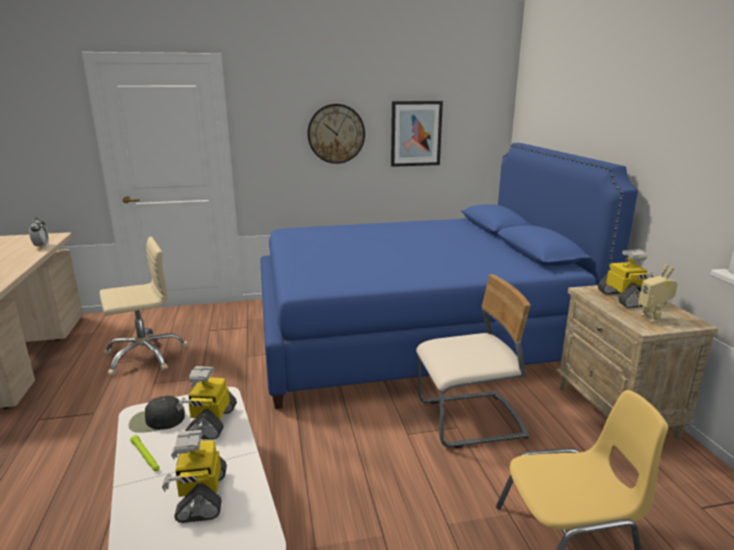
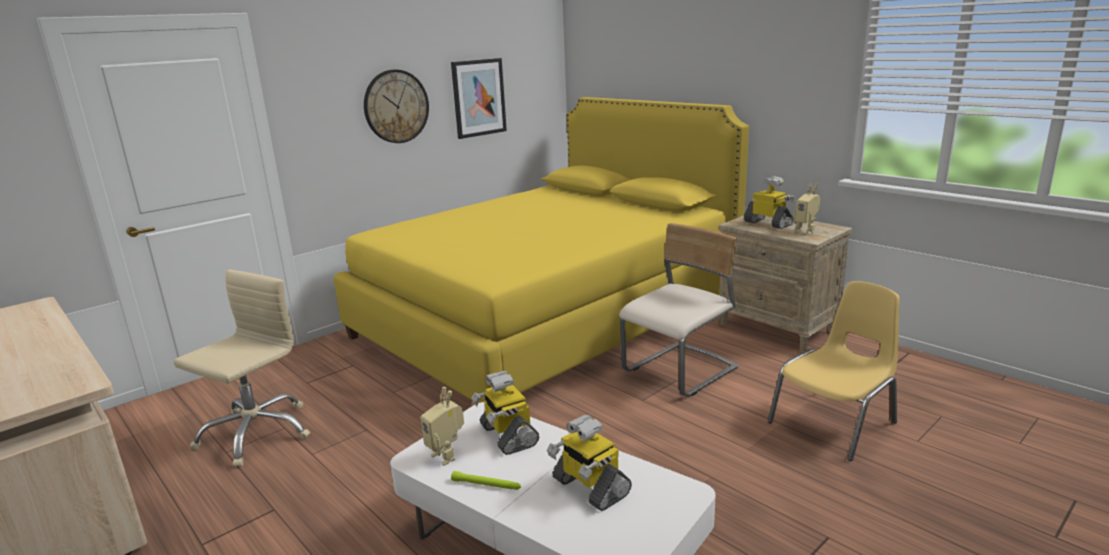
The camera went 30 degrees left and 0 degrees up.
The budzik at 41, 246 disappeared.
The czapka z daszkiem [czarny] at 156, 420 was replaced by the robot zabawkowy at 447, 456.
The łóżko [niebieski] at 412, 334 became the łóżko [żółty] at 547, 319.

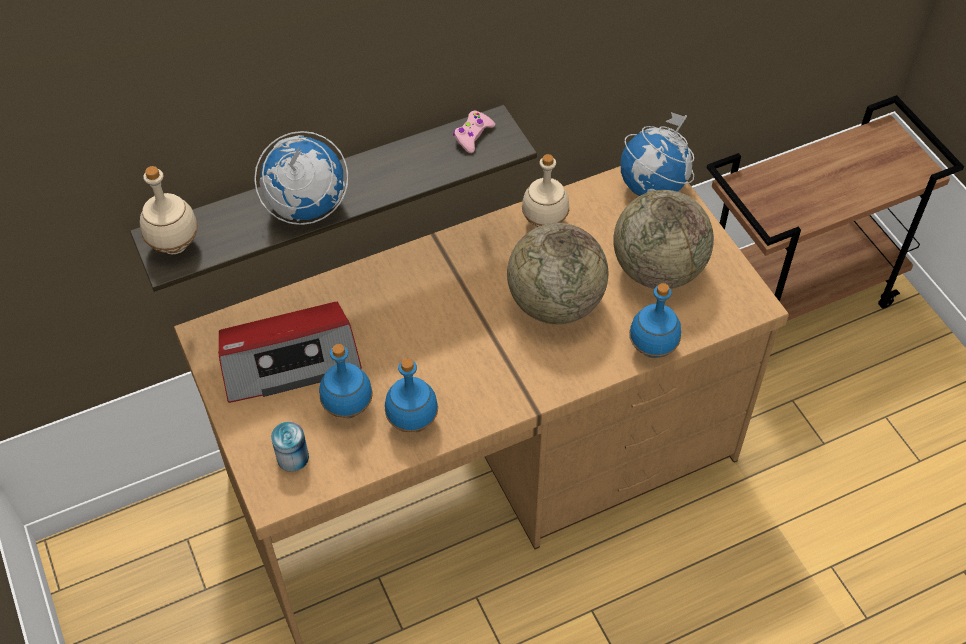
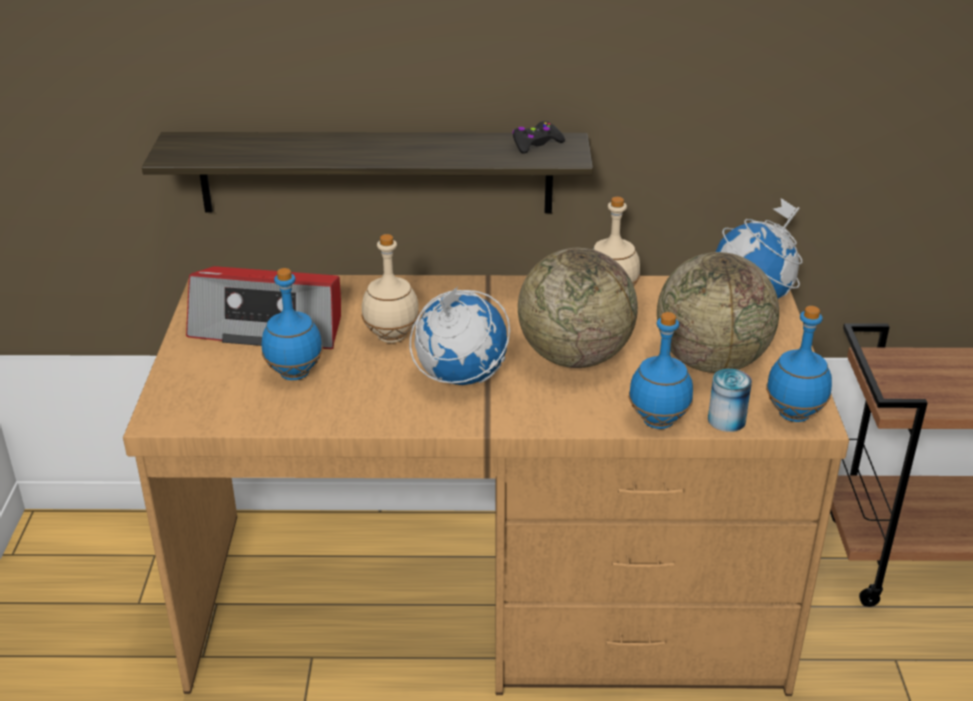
The camera went 25 degrees right and 20 degrees down.
The butelka [beżowy] moved from 175, 244 to 392, 336.
The globus moved from 306, 207 to 460, 378.
The puszka moved from 292, 457 to 726, 420.
The butelka [niebieski] moved from 413, 421 to 794, 414.
The pad do gier [różowy] at 472, 135 became the pad do gier [czarny] at 536, 144.

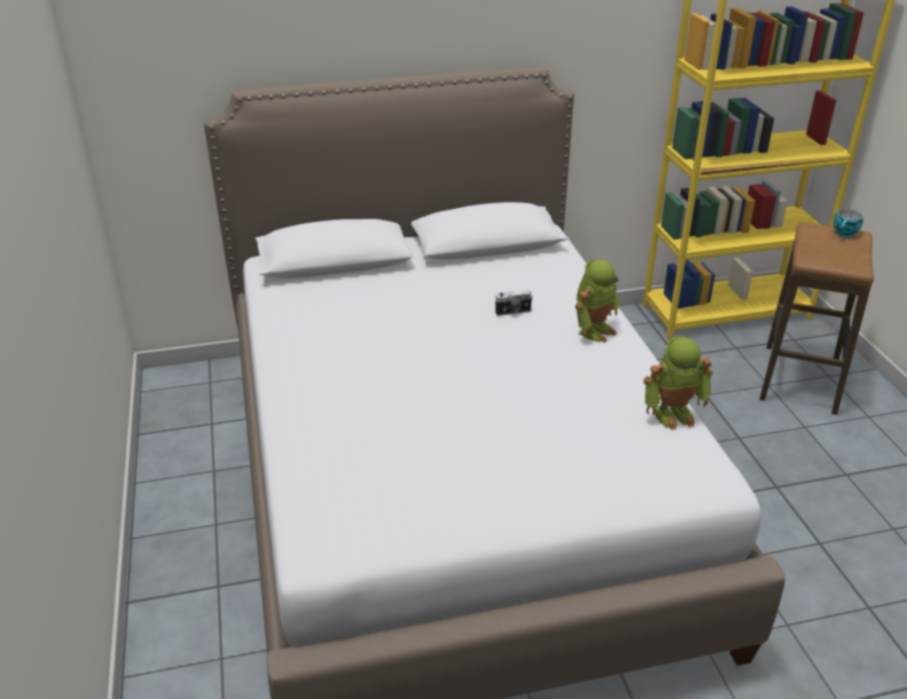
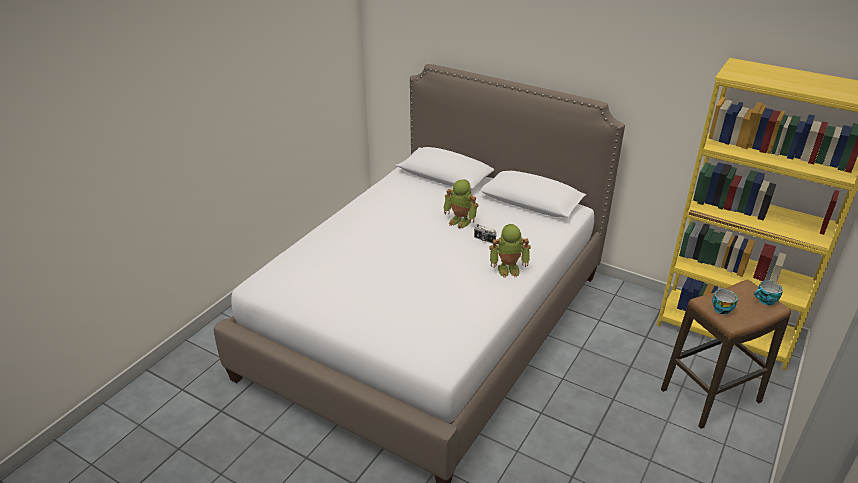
The camera went 45 degrees right and 0 degrees up.
The filiżanka at 721, 308 appeared.
The robot zabawkowy moved from 673, 413 to 460, 221.

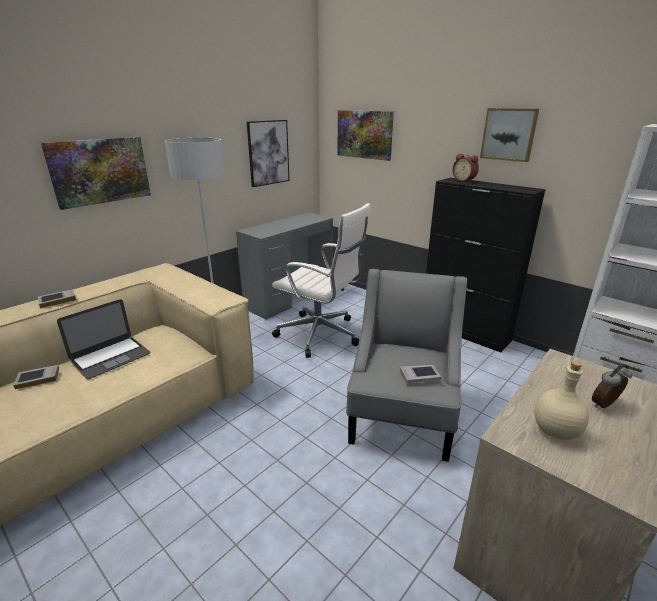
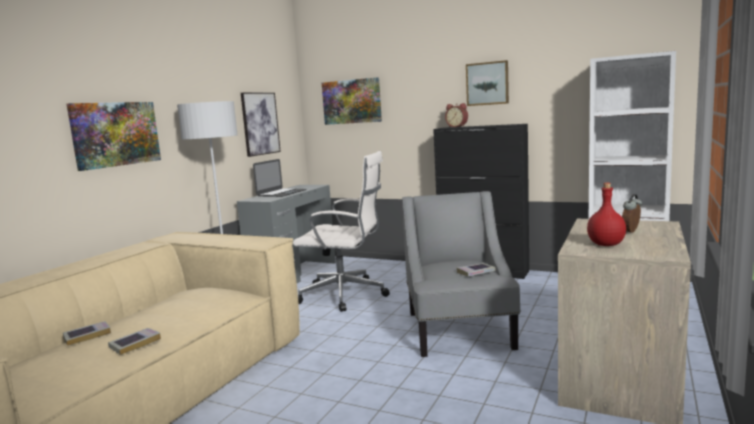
The camera went 15 degrees left and 15 degrees down.
The książka moved from 58, 300 to 135, 344.
The laptop moved from 110, 357 to 281, 193.
The butelka [beżowy] at 555, 430 became the butelka [czerwony] at 606, 244.

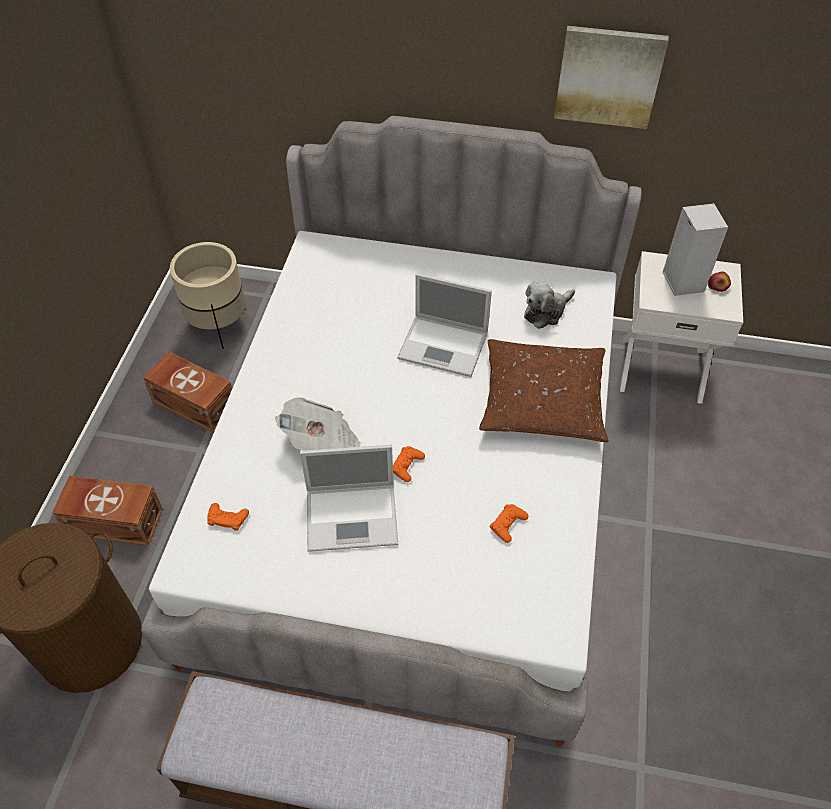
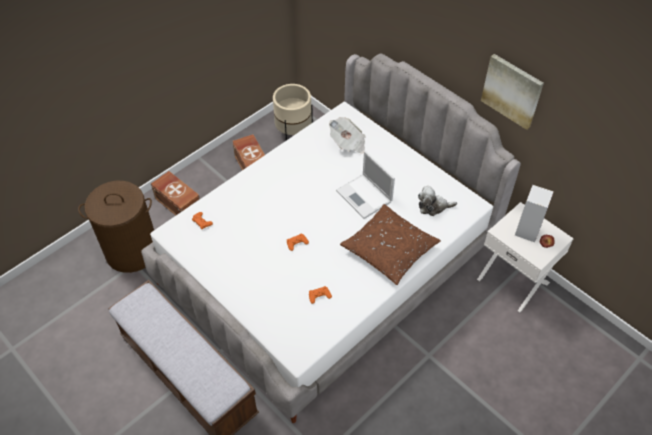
The camera went 35 degrees right and 0 degrees up.
The laptop at 353, 516 disappeared.
The gazeta moved from 321, 441 to 348, 143.

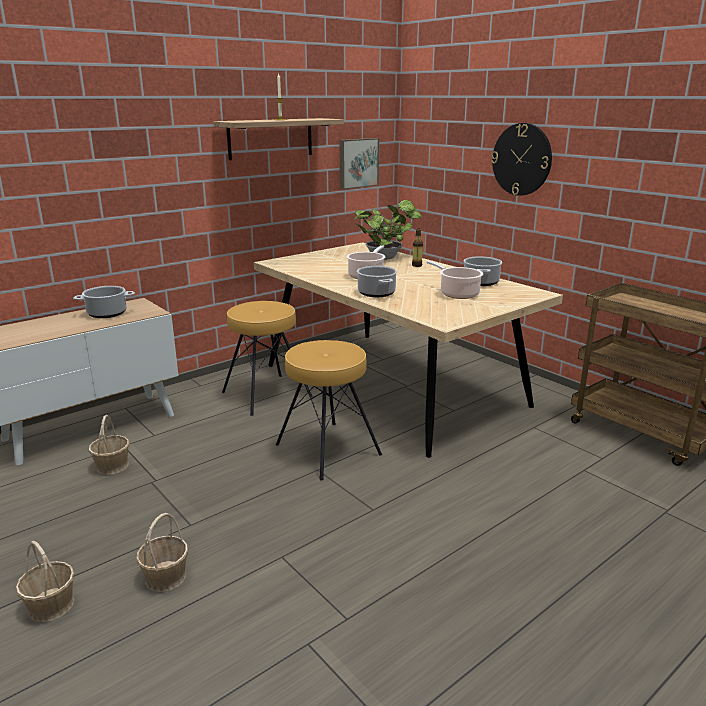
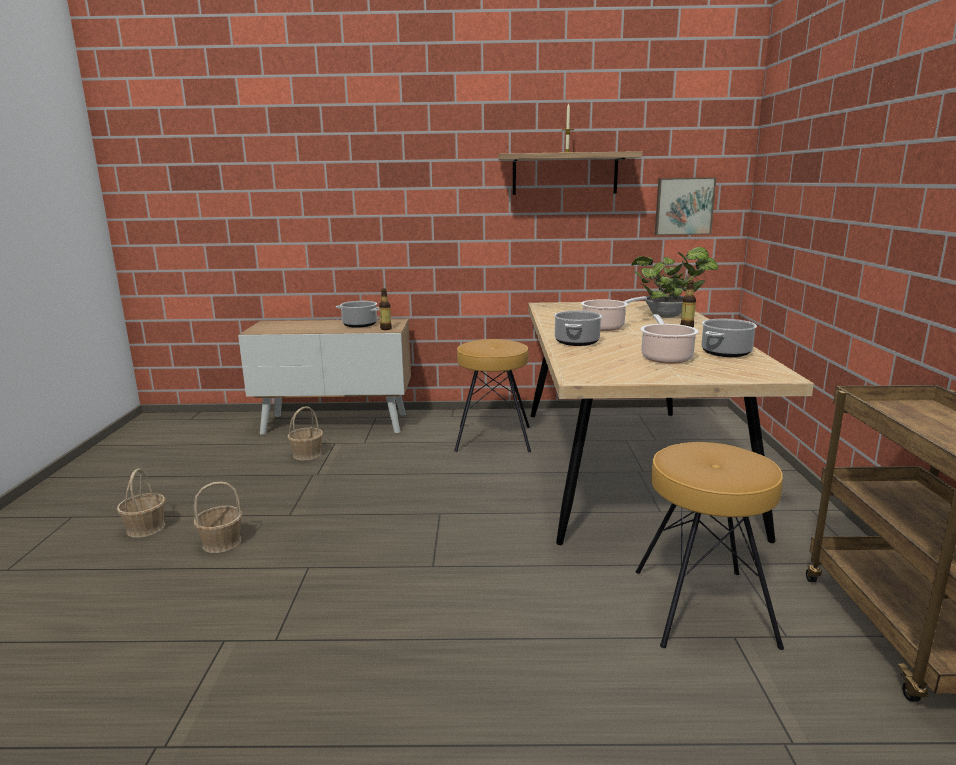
The camera went 40 degrees right and 5 degrees down.
The zegar ścienny at 521, 159 disappeared.
The butelka at 386, 329 appeared.
The stołek [brązowy] moved from 327, 450 to 701, 607.

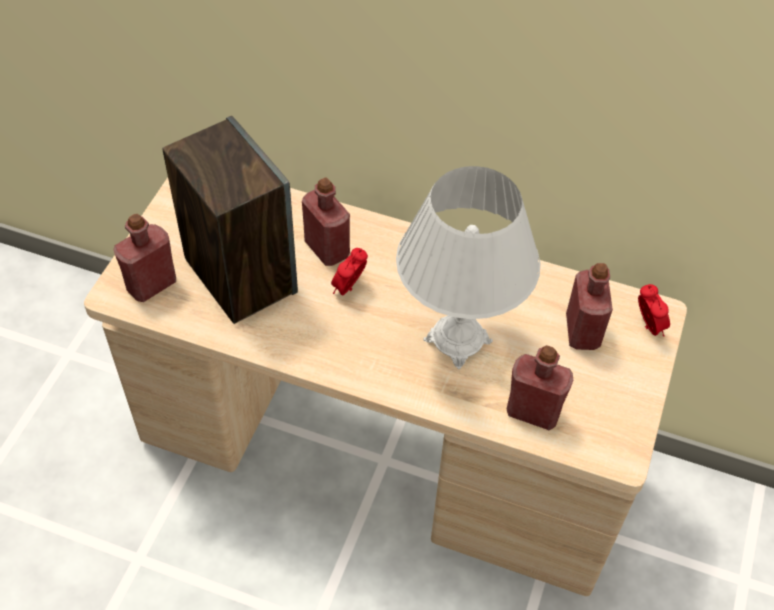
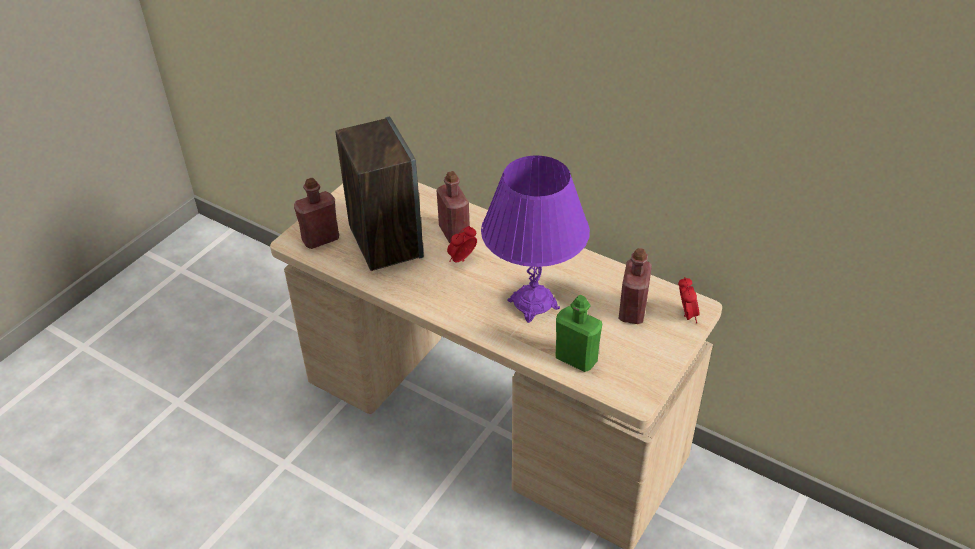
The camera went 15 degrees right and 10 degrees down.
The lampa stołowa [biały] at 457, 340 became the lampa stołowa [fioletowy] at 533, 304.
The butelka [czerwony] at 533, 412 became the butelka [zielony] at 576, 359.

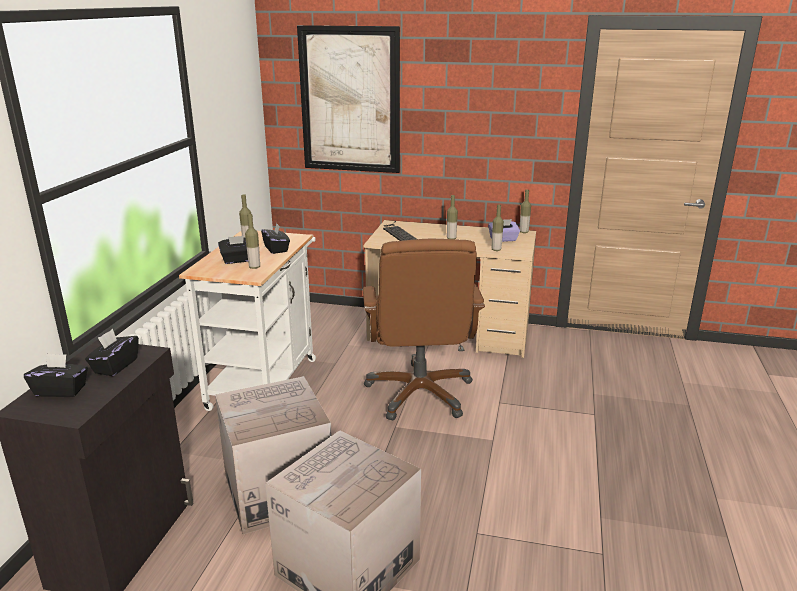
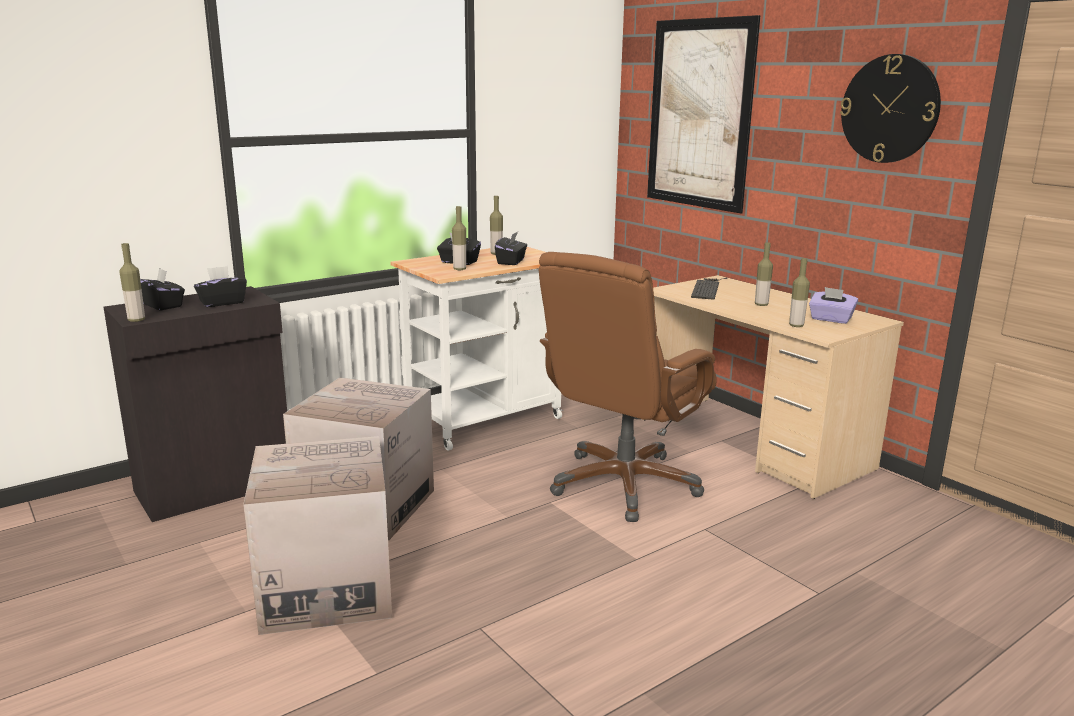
The camera went 40 degrees right and 5 degrees down.
The zegar ścienny at 889, 109 appeared.
The butelka moved from 523, 232 to 136, 320.

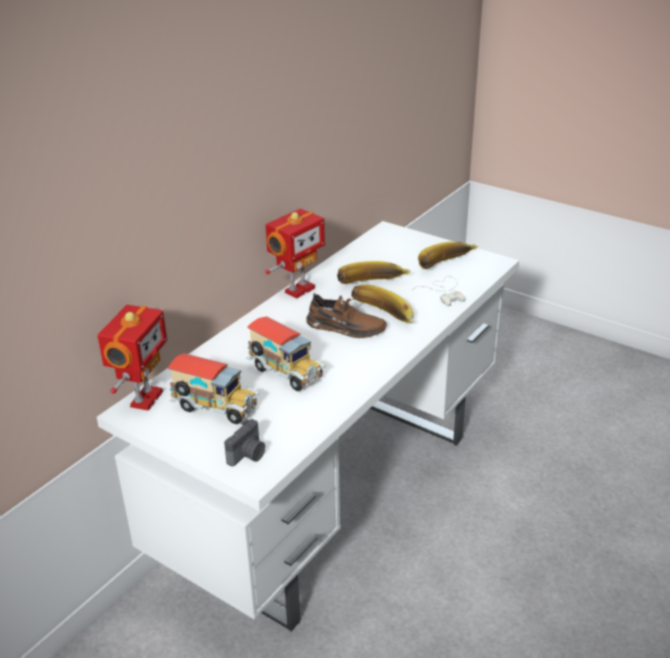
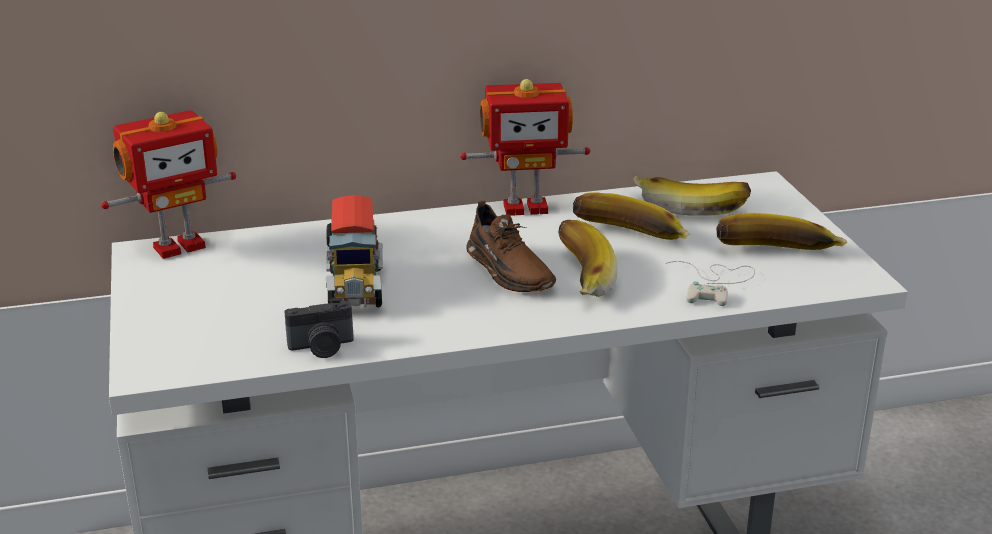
The camera went 40 degrees right and 5 degrees down.
The ciężarówka zabawkowa at 215, 409 disappeared.
The banan at 691, 205 appeared.
The aparat fotograficzny moved from 248, 455 to 322, 348.

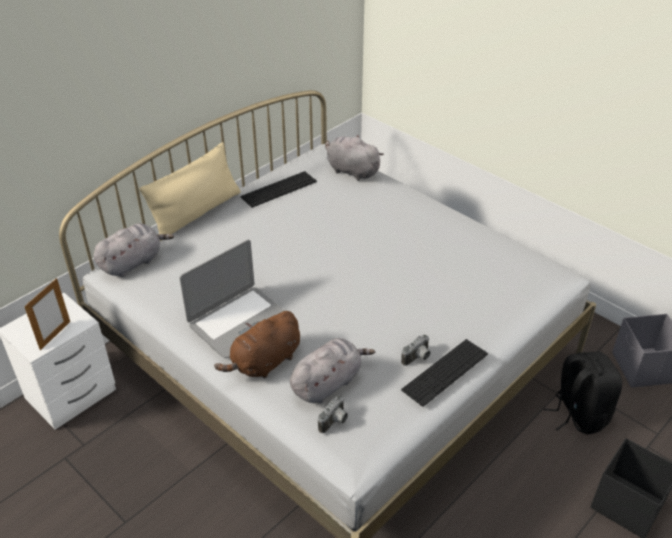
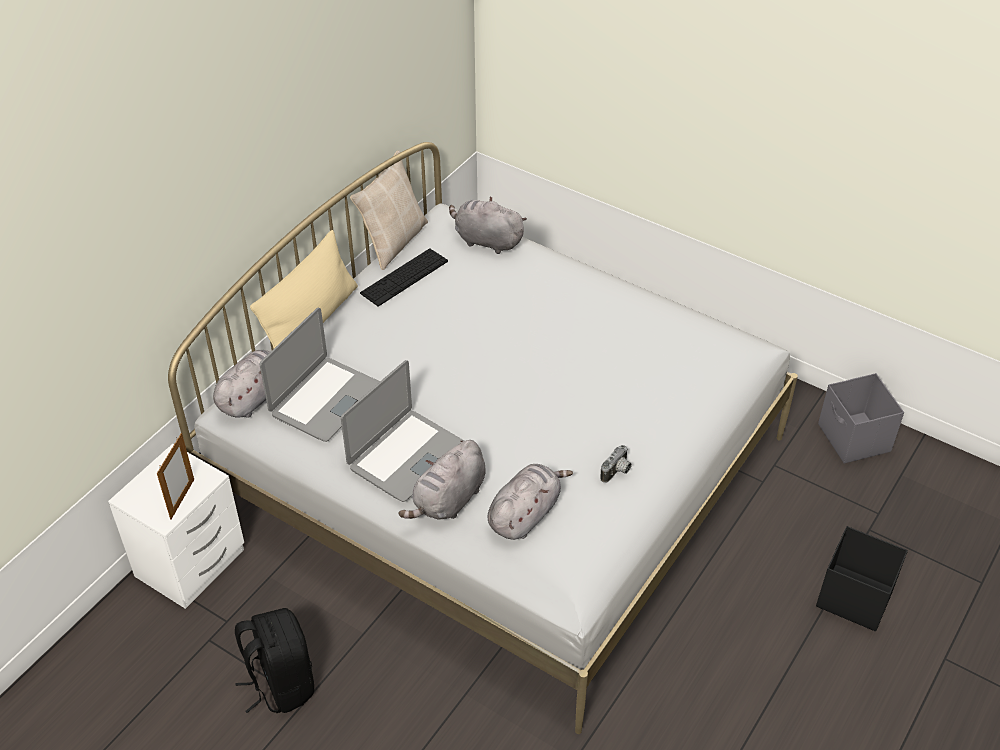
The camera went 10 degrees left and 5 degrees up.
The aparat fotograficzny at 335, 422 disappeared.
The klawiatura at 445, 372 disappeared.
The laptop at 325, 400 appeared.
The poduszka [beżowy] at 393, 241 appeared.
The plecak [czarny] moved from 578, 414 to 280, 684.
The pluszak [brązowy] at 264, 362 became the pluszak [szary] at 448, 500.

